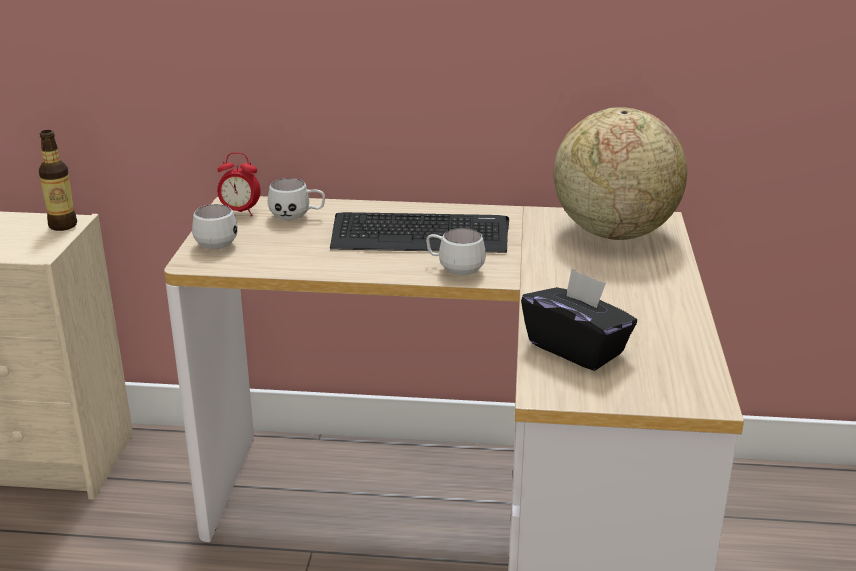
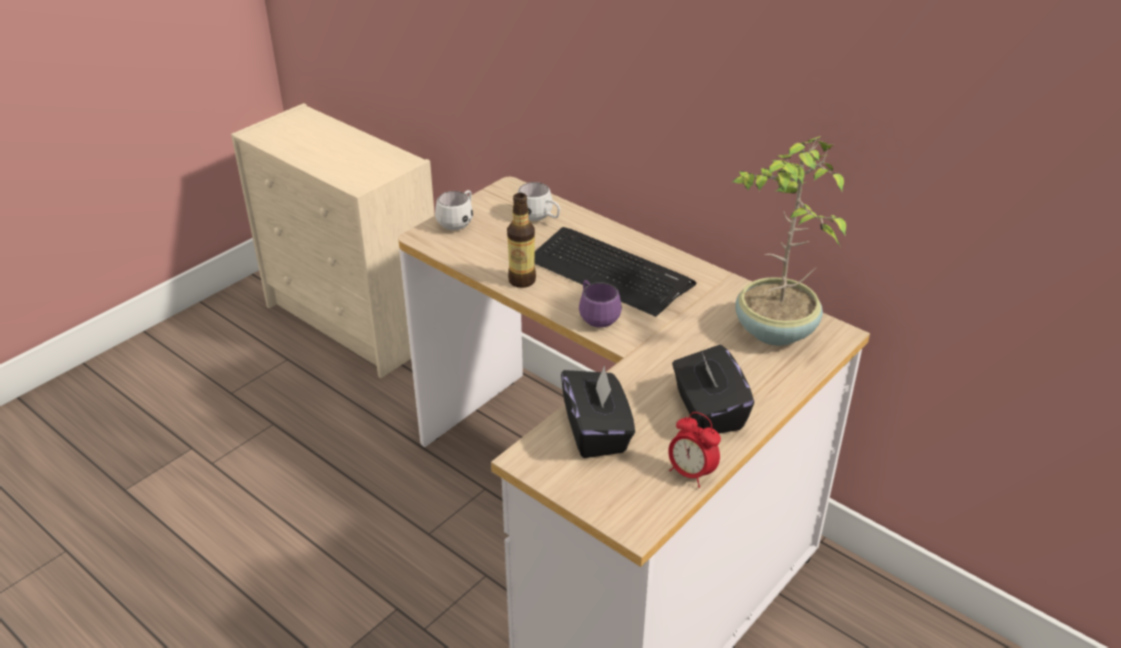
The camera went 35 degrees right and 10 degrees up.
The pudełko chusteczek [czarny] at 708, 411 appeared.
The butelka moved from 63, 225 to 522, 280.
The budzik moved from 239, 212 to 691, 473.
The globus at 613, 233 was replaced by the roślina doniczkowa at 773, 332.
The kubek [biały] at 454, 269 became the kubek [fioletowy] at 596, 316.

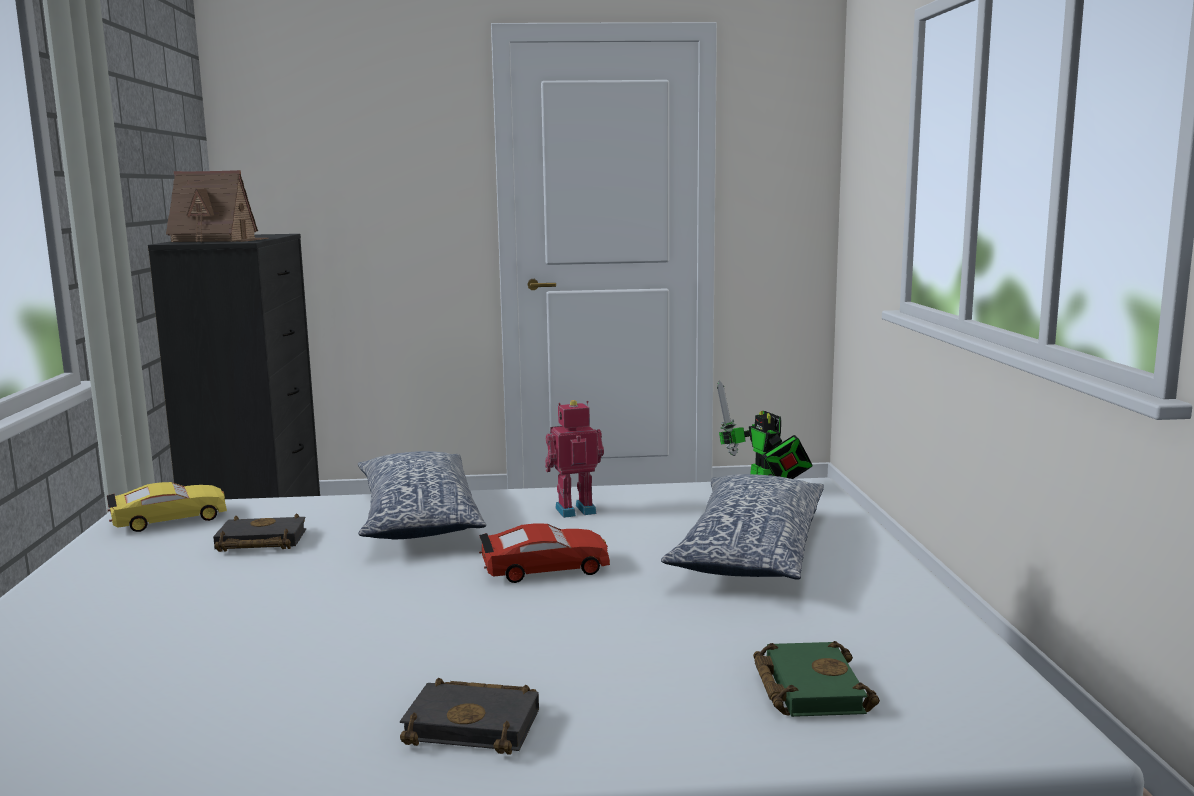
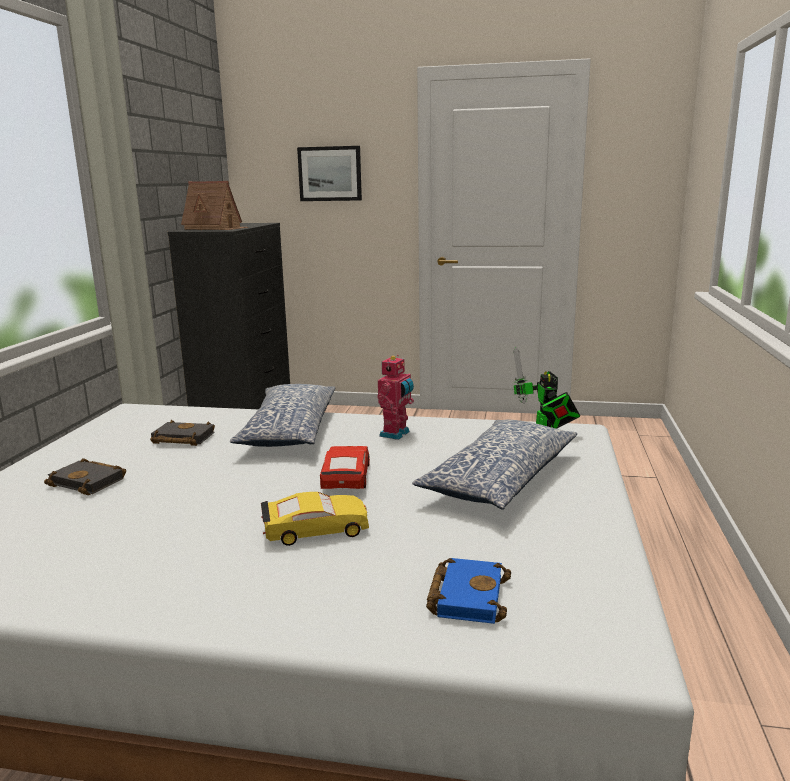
The camera went 15 degrees right and 5 degrees up.
The obraz at 330, 174 appeared.
The samochodzik [żółty] moved from 169, 519 to 315, 529.
The książka [czarny] moved from 477, 724 to 90, 482.
The książka [zielony] at 807, 687 became the książka [niebieski] at 466, 595.
The samochodzik [czerwony] at 544, 568 turned 90 degrees counterclockwise.
The robot zabawkowy at 574, 510 turned 120 degrees clockwise.

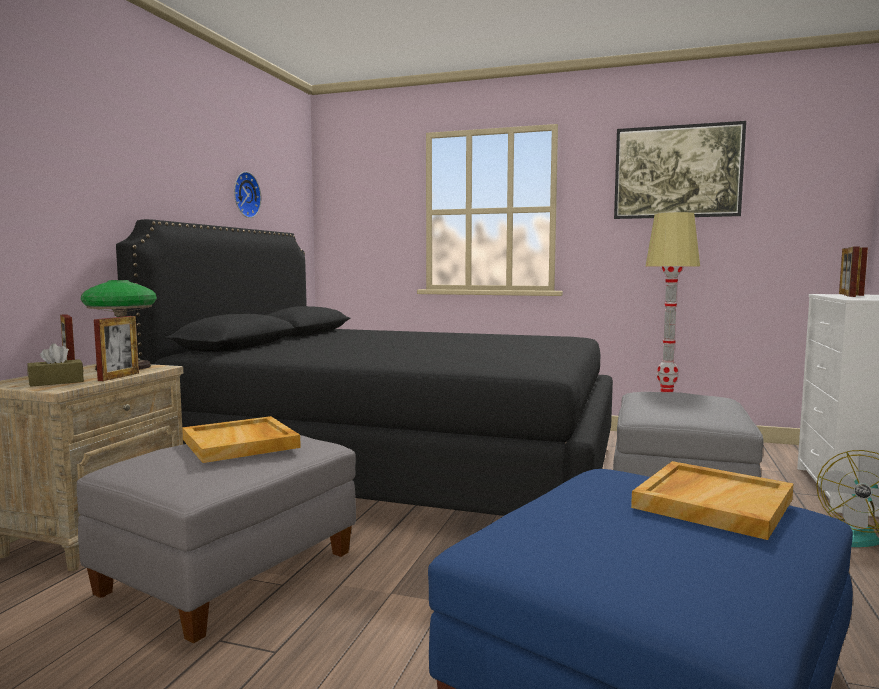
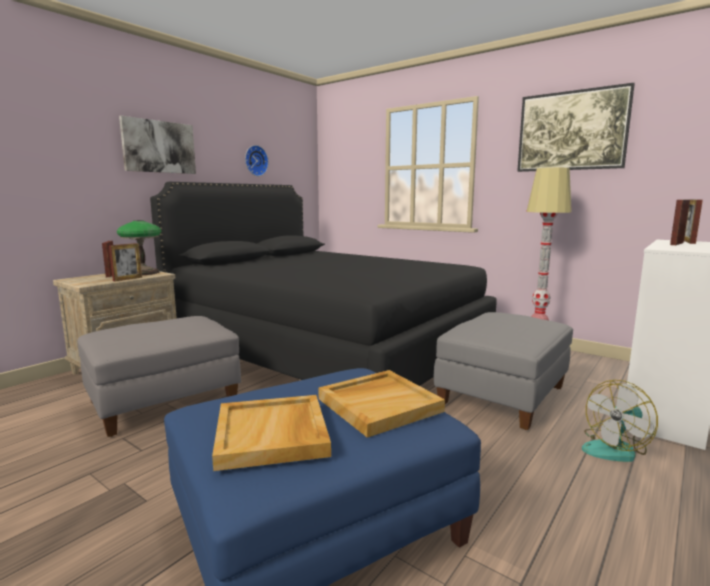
The camera went 20 degrees right and 5 degrees up.
The pudełko chusteczek [brązowy] at 56, 382 disappeared.
The obraz at 159, 147 appeared.
The taca [beżowy] moved from 241, 443 to 272, 435.

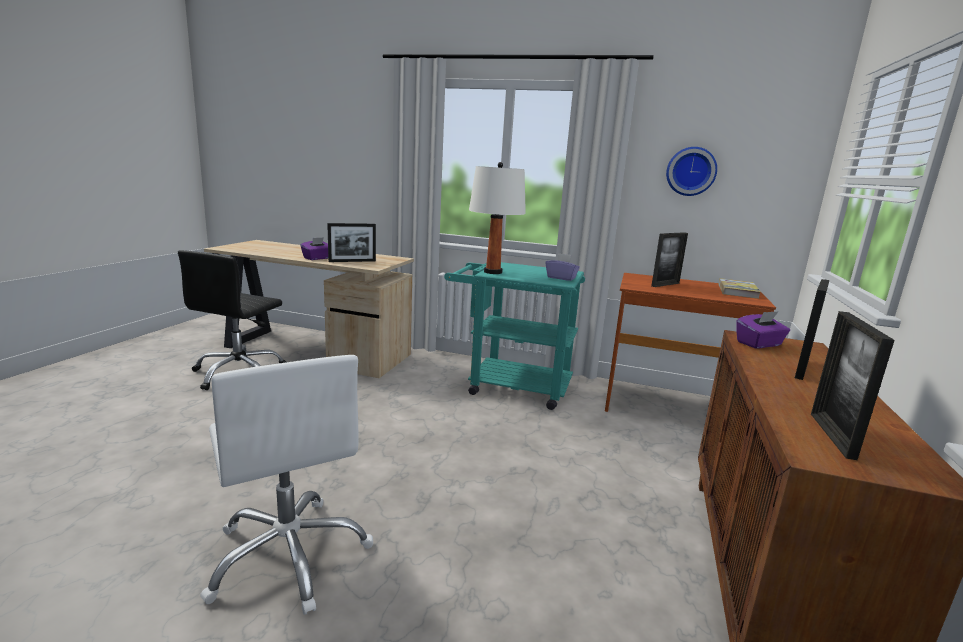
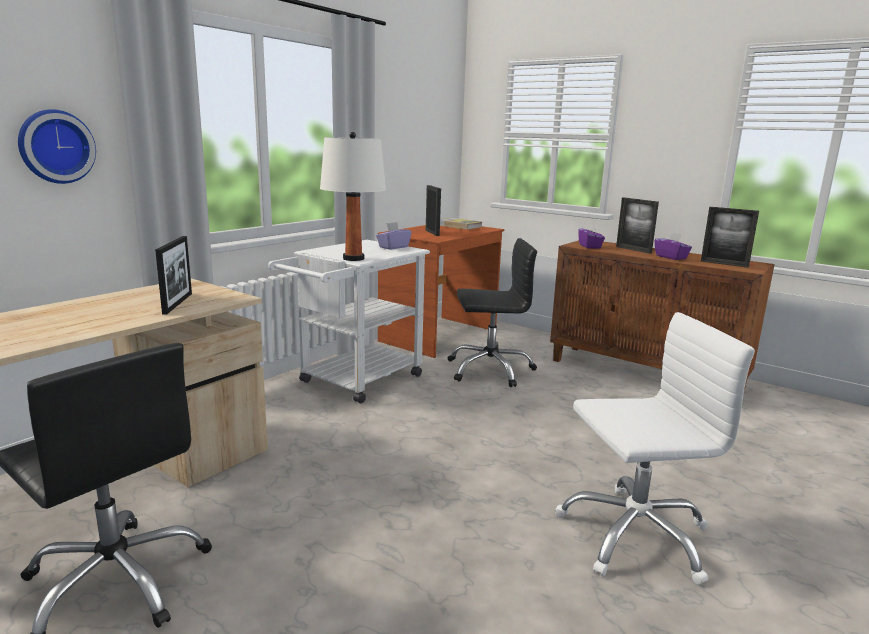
The camera went 70 degrees left and 0 degrees up.
The krzesło biurowe [czarny] at 490, 369 appeared.
The pudełko chusteczek [fioletowy] moved from 317, 258 to 671, 257.
The zegar ścienny moved from 691, 171 to 55, 146.
The wózek [turkusowy] at 509, 386 became the wózek [biały] at 354, 381.

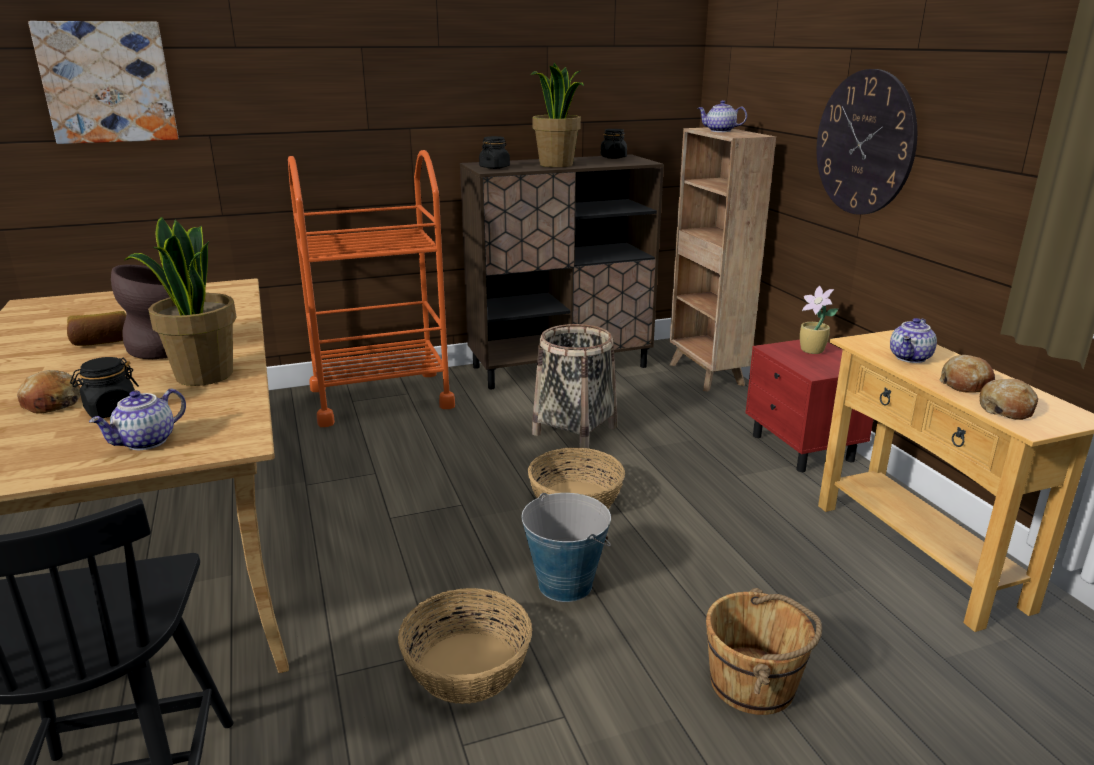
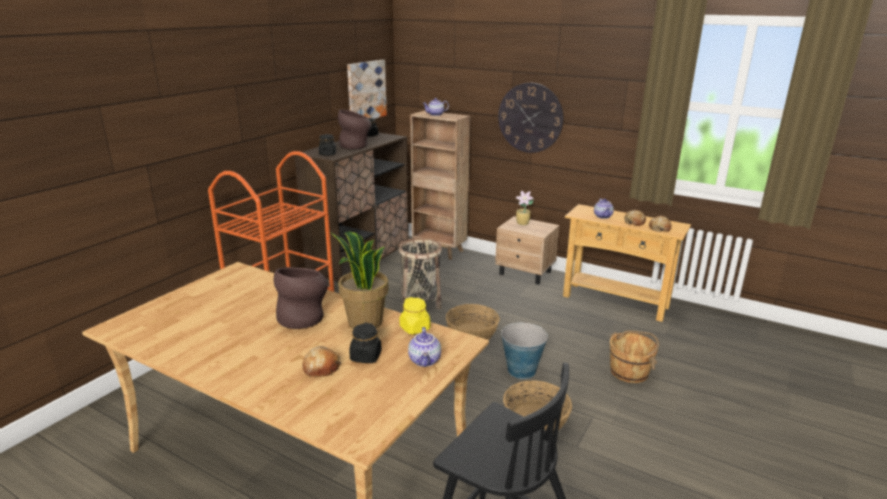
The camera went 40 degrees left and 0 degrees up.
The chleb at 102, 342 disappeared.
The słoik [żółty] at 415, 328 appeared.
The obraz moved from 107, 82 to 366, 91.
The roślina doniczkowa at 556, 165 was replaced by the wazon [brązowy] at 356, 146.
The szafka nocna [czerwony] at 802, 448 became the szafka nocna [beżowy] at 525, 273.

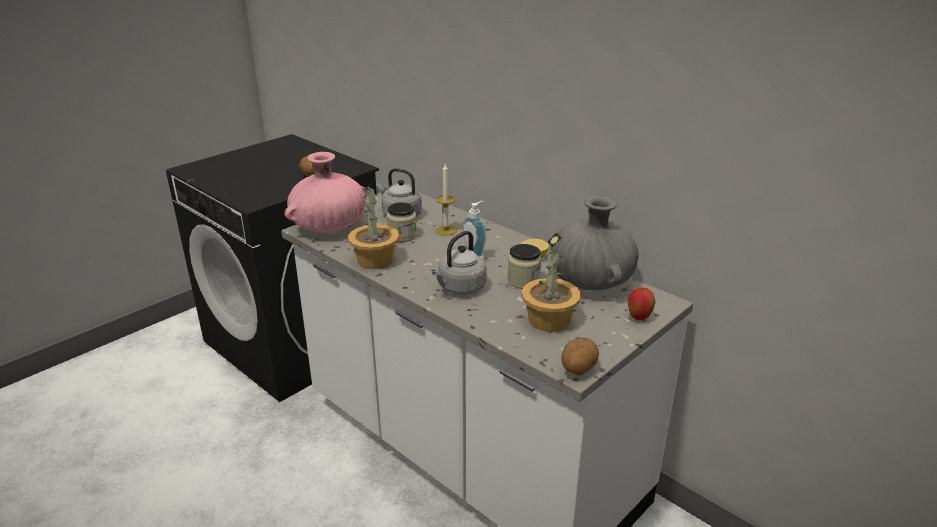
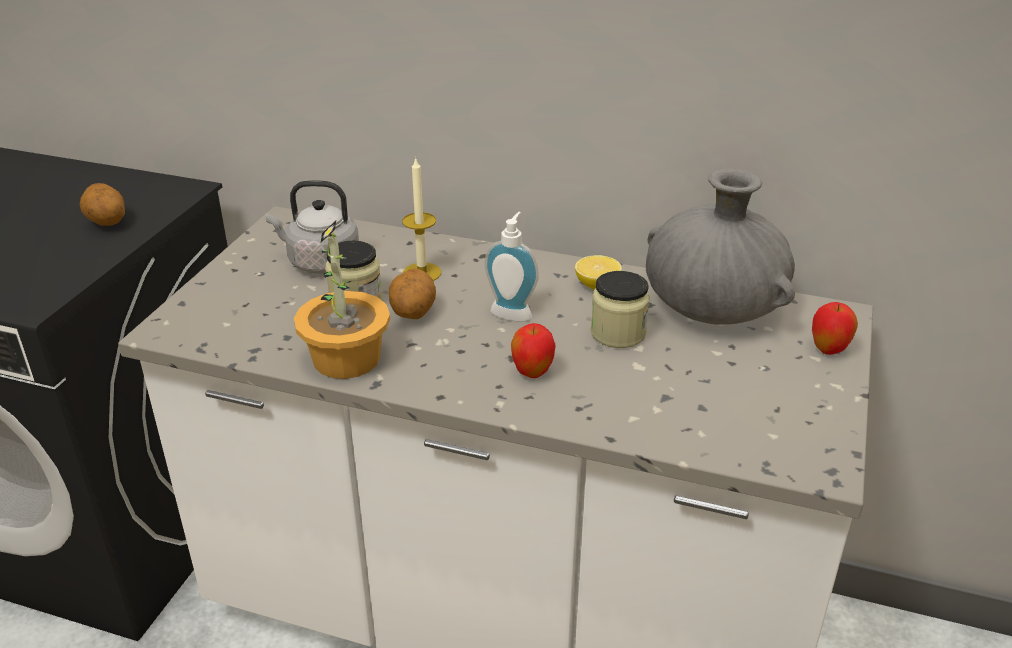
The camera went 25 degrees left and 5 degrees up.
The wazon [różowy] at 330, 227 disappeared.
The roślina doniczkowa at 550, 320 disappeared.
The ziemniak moved from 578, 369 to 412, 313.
The czajnik [szary] at 460, 288 was replaced by the jabłko at 532, 373.

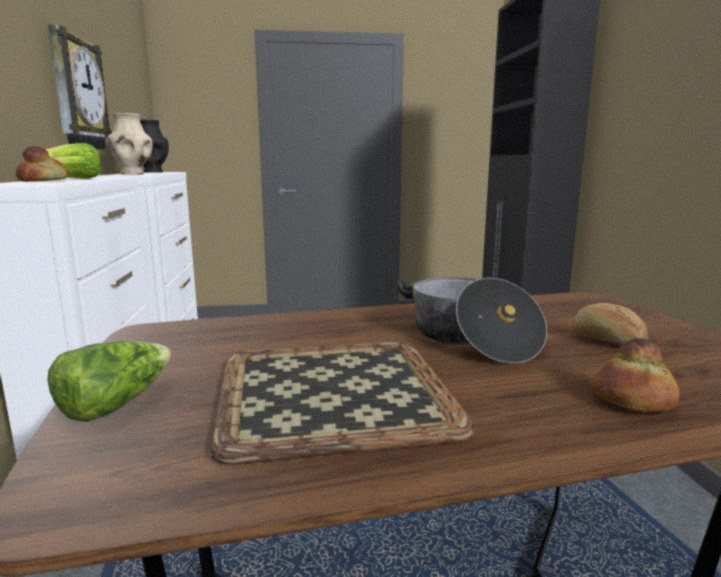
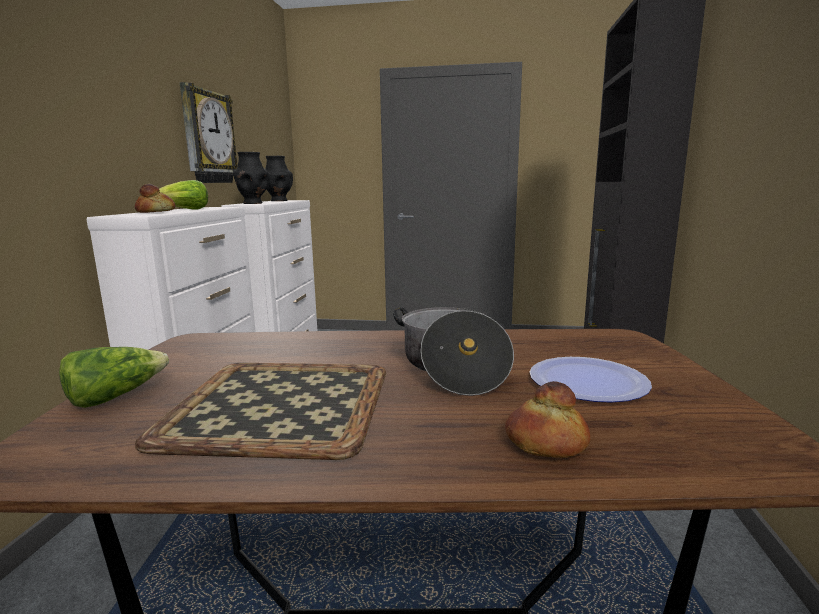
The camera went 15 degrees right and 0 degrees up.
The chleb at 606, 341 was replaced by the talerz at 588, 381.
The wazon [beżowy] at 133, 174 became the wazon [czarny] at 253, 203.

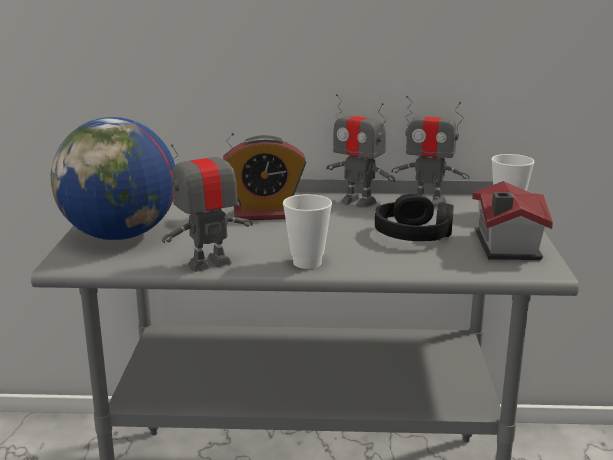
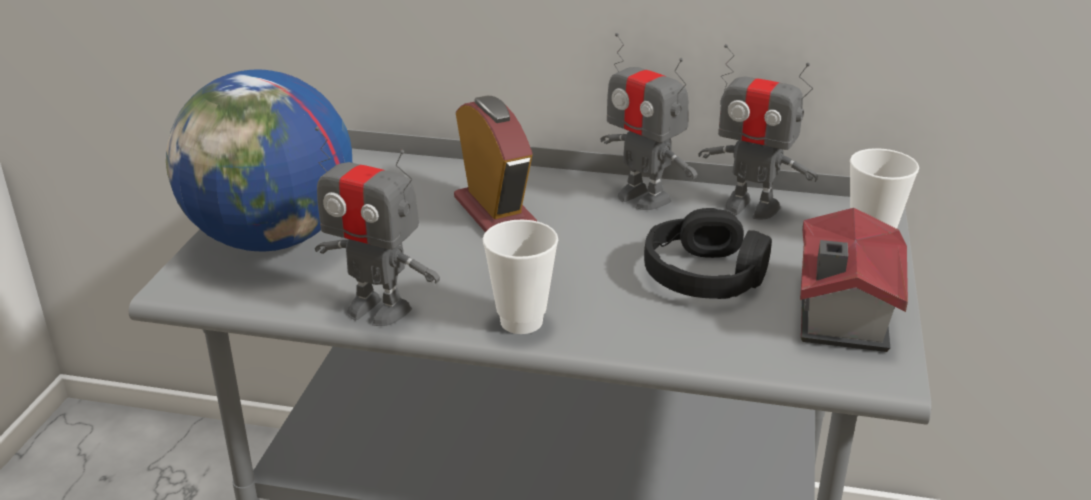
The camera went 10 degrees right and 10 degrees up.
The robot zabawkowy at 209, 264 turned 135 degrees counterclockwise.
The budzik at 265, 214 turned 120 degrees counterclockwise.

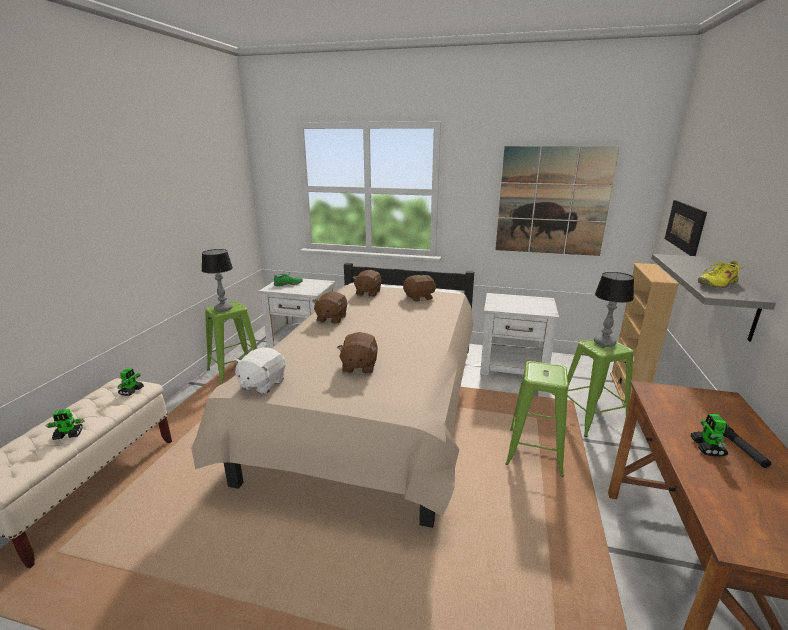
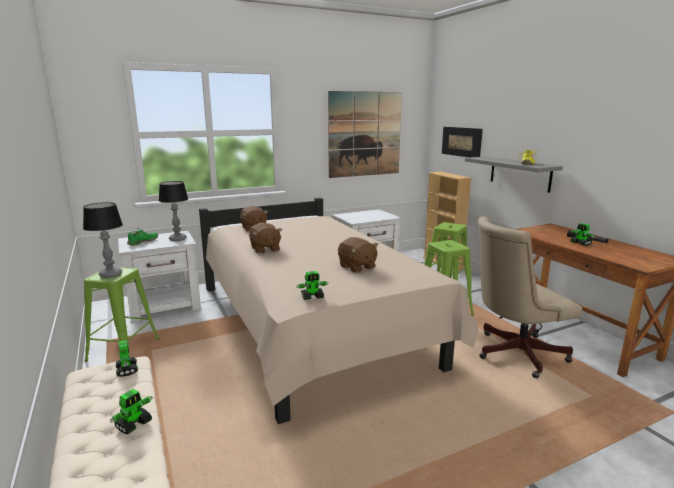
The camera went 40 degrees left and 5 degrees down.
The pluszak [brązowy] at 419, 298 disappeared.
The krzesło biurowe [beżowy] at 514, 353 appeared.
The lampa stołowa moved from 604, 343 to 178, 239.
The pluszak [biały] at 262, 384 was replaced by the robot zabawkowy at 312, 297.

